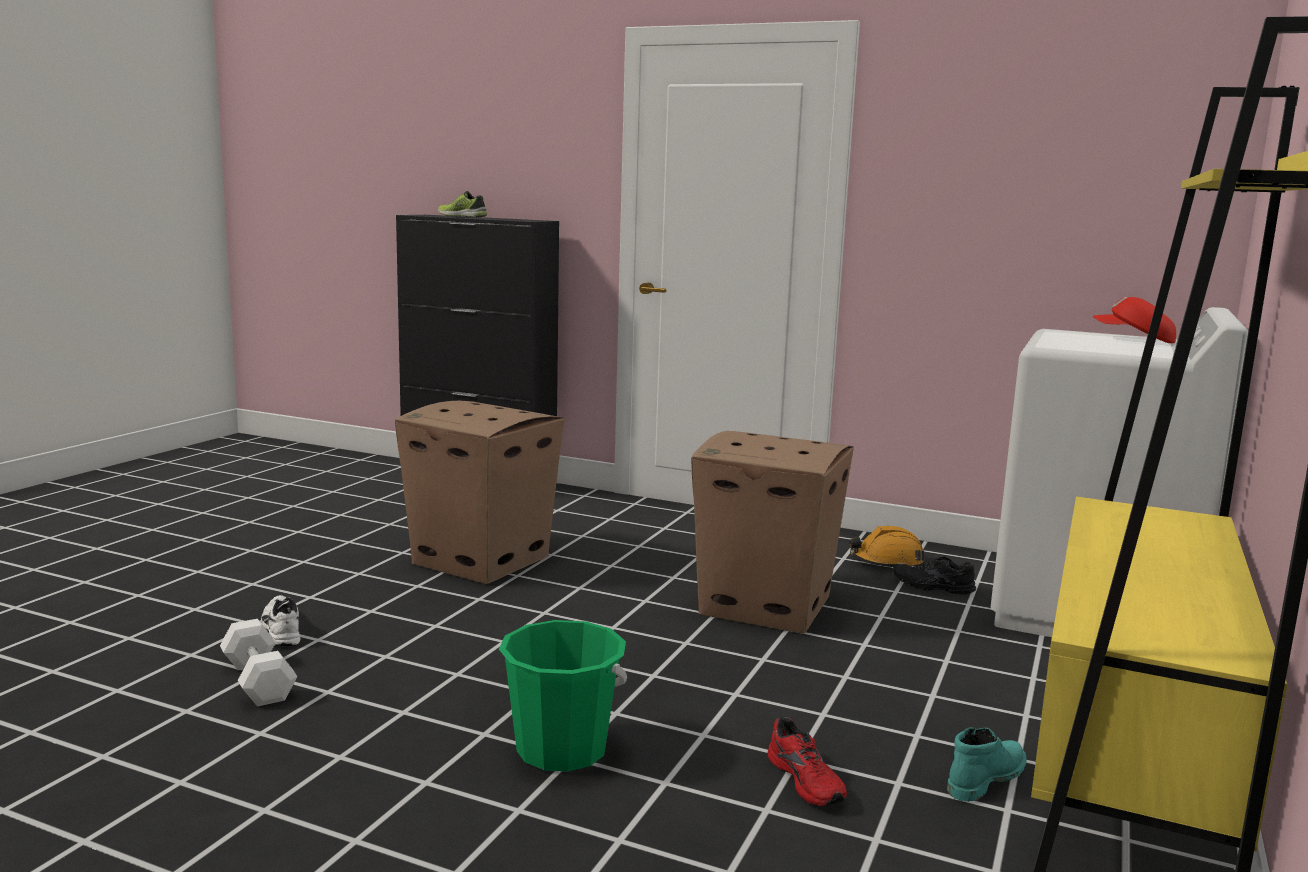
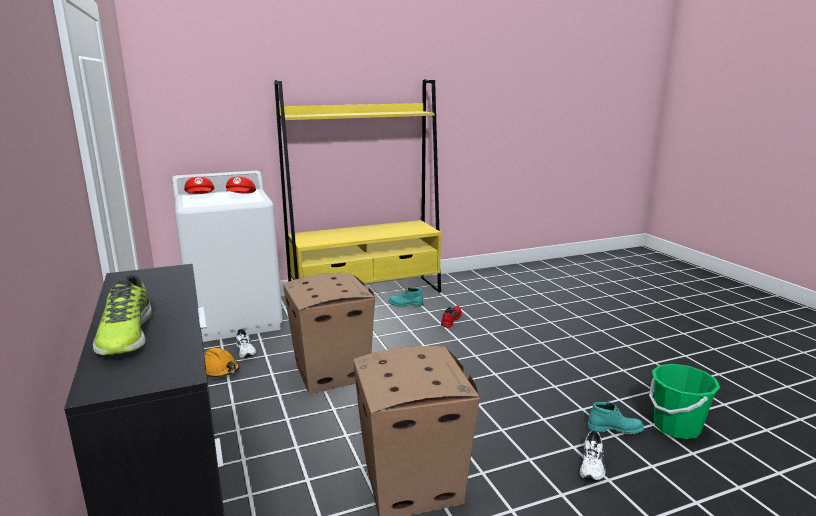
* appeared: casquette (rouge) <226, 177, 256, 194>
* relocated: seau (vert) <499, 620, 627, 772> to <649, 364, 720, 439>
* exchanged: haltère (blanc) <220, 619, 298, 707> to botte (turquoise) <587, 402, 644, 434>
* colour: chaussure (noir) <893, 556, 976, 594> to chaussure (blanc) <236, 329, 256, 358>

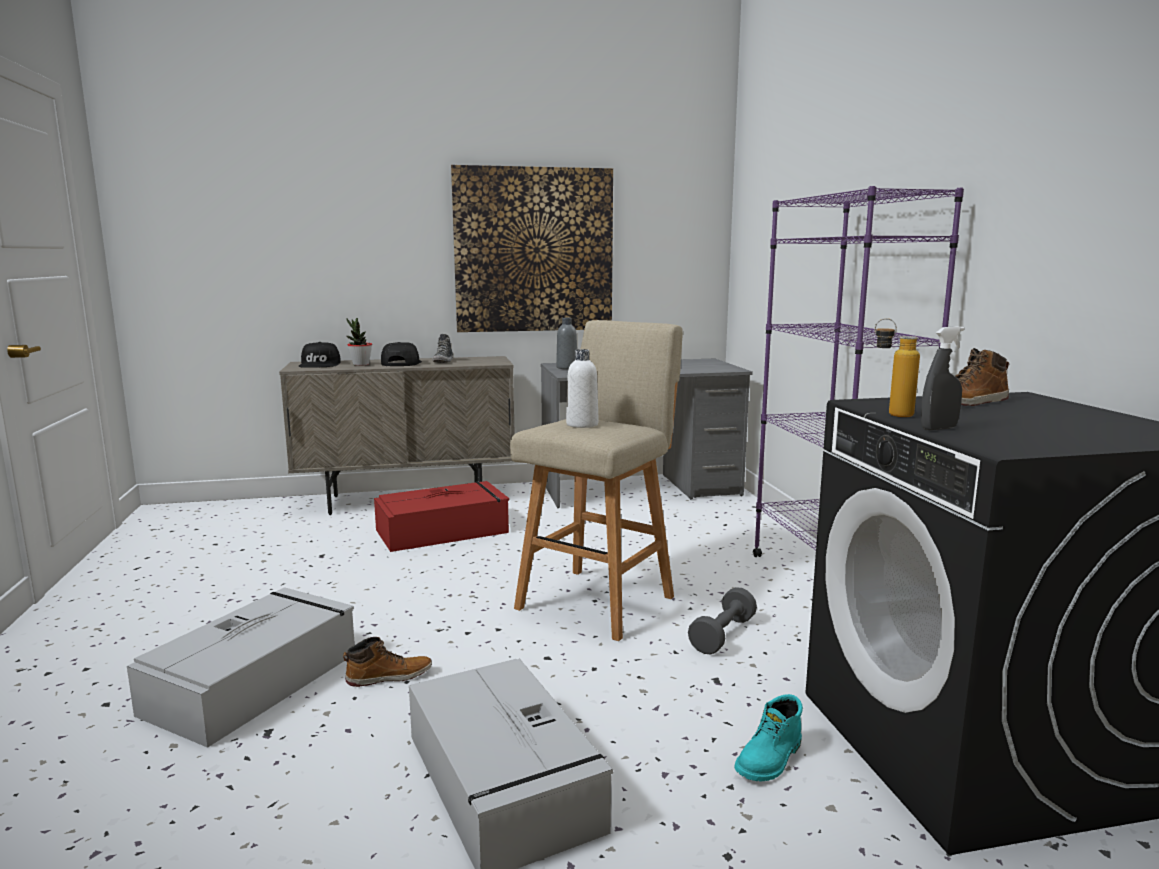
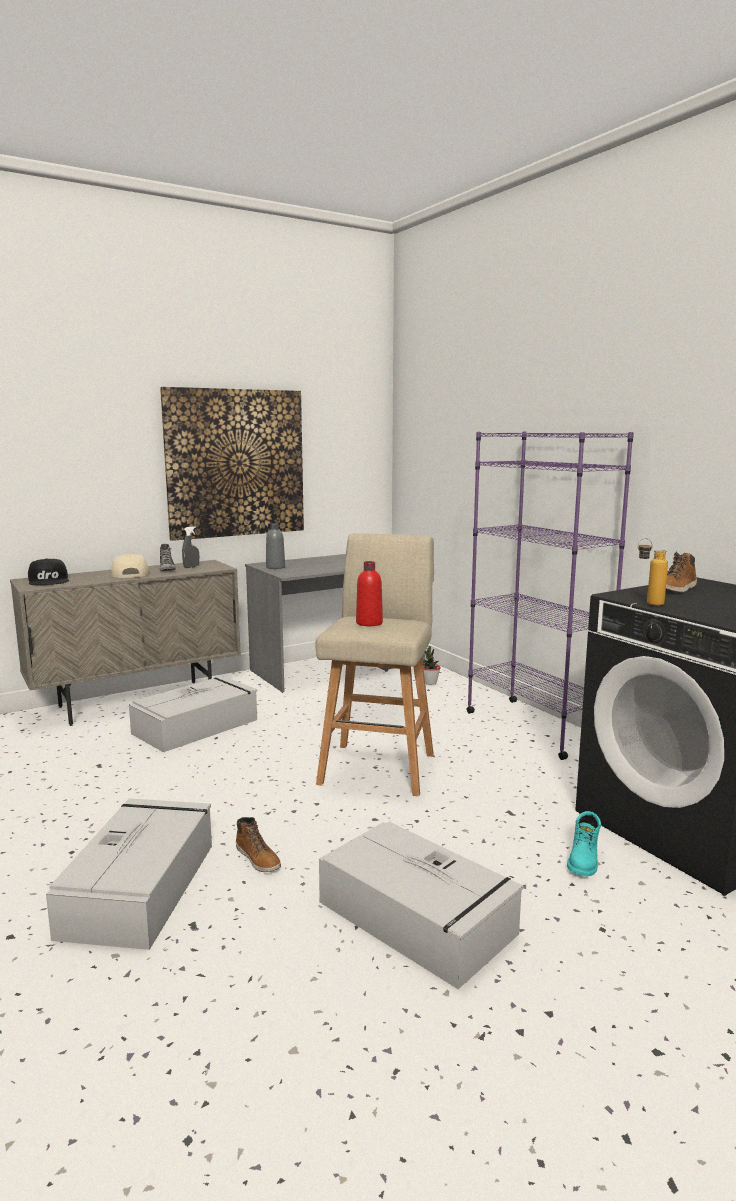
* missing: haltère (gris) <688, 587, 757, 655>
* relocated: plante en pot <346, 318, 372, 366> to <423, 646, 441, 685>
* relocated: vaporisateur (gris) <921, 326, 965, 430> to <182, 526, 199, 568>
* colour: boîte de rangement (rouge) <374, 481, 509, 552> to boîte de rangement (gris) <129, 676, 257, 752>
* colour: casquette (noir) <381, 342, 422, 366> to casquette (beige) <111, 554, 148, 578>
* colour: bouteille (blanc) <566, 349, 598, 428> to bouteille (rouge) <356, 561, 383, 626>
* spun: botte <343, 637, 432, 687> = <236, 817, 281, 872> 90 degrees clockwise

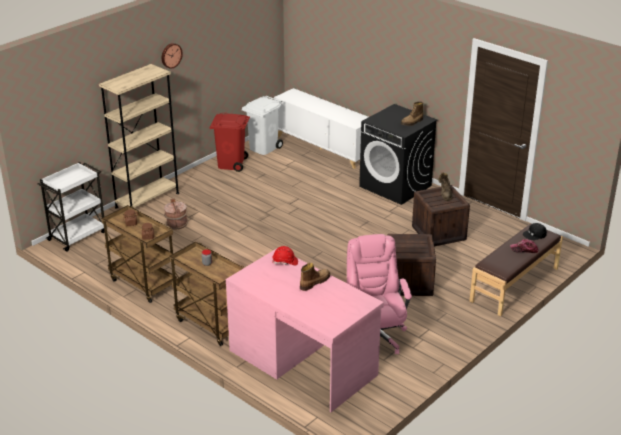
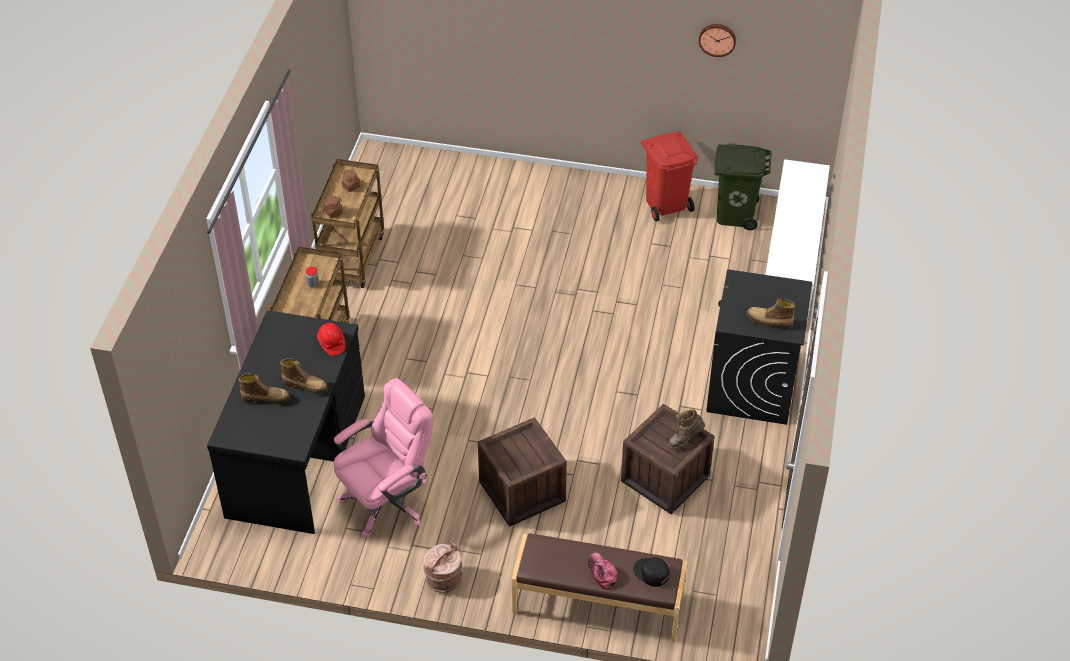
* missing: chariot (blanc) <38, 162, 105, 252>
* missing: bibliothèque (beige) <99, 64, 179, 209>
* appeared: botte <239, 373, 291, 405>
* relocated: horloge murale <162, 43, 183, 69> to <699, 24, 736, 57>
* relocated: seau (marron) <164, 198, 188, 230> to <423, 543, 462, 593>
* colour: bureau (rose) <226, 249, 384, 412> to bureau (noir) <207, 310, 365, 534>
* colour: poubelle (blanc) <242, 96, 283, 155> to poubelle (vert) <714, 144, 772, 230>

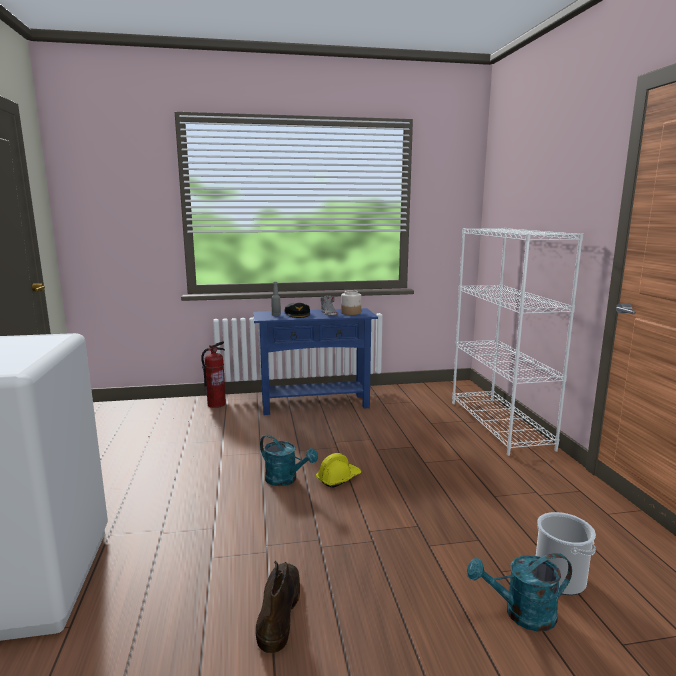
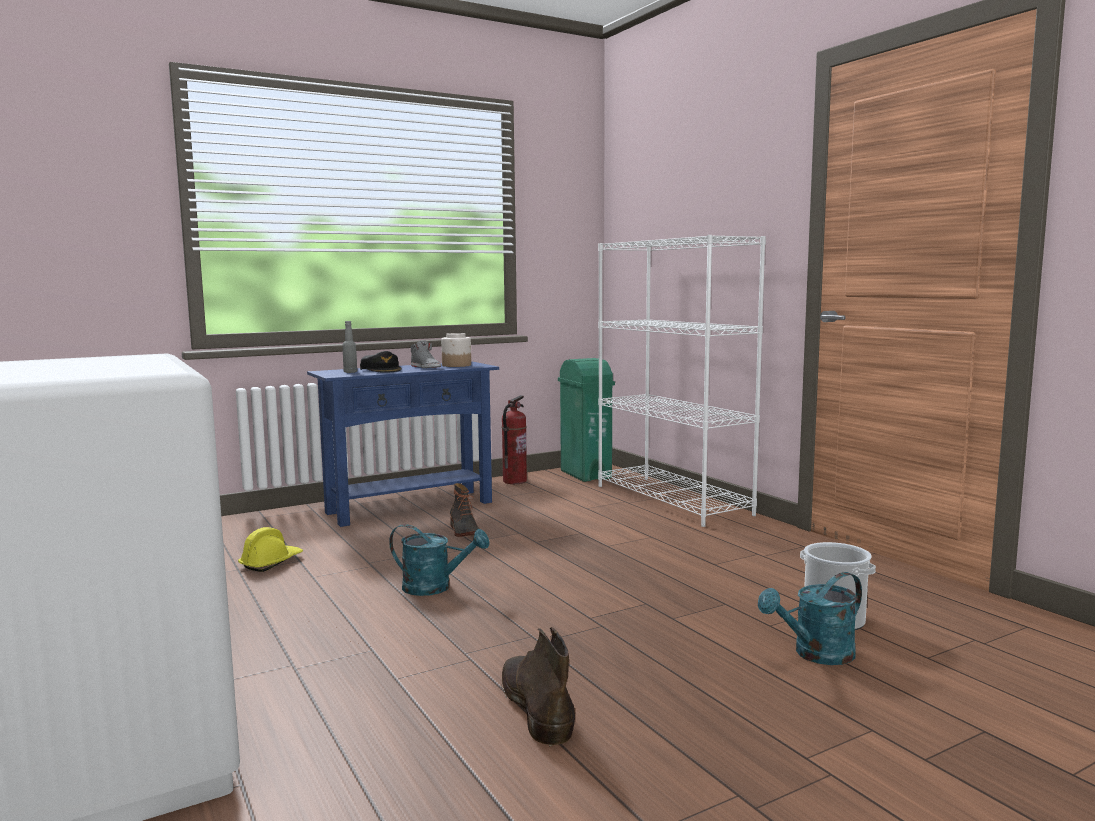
* appeared: botte <450, 483, 479, 537>
* appeared: poubelle (vert) <558, 358, 615, 482>
* relocated: extincteur <201, 341, 226, 408> to <502, 395, 527, 484>
* relocated: casque de chantier (jaune) <316, 453, 361, 488> to <238, 527, 303, 572>

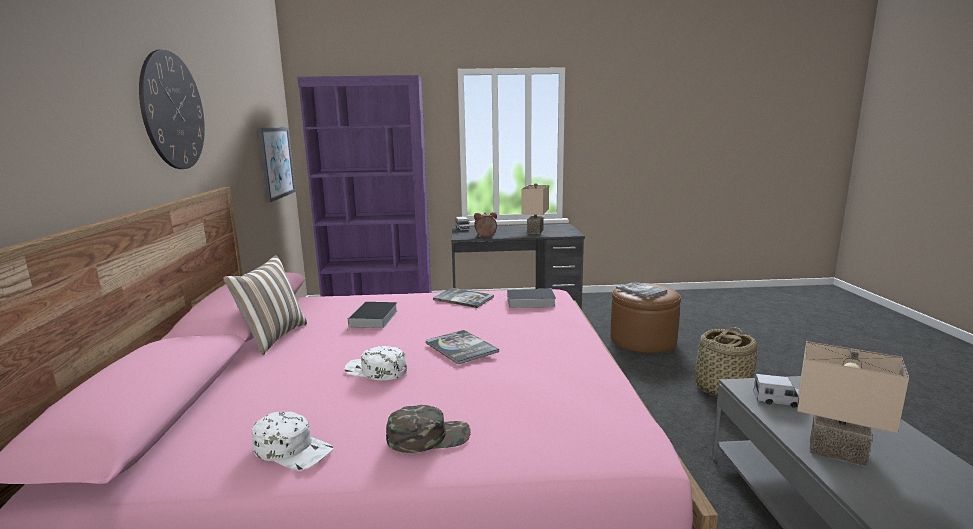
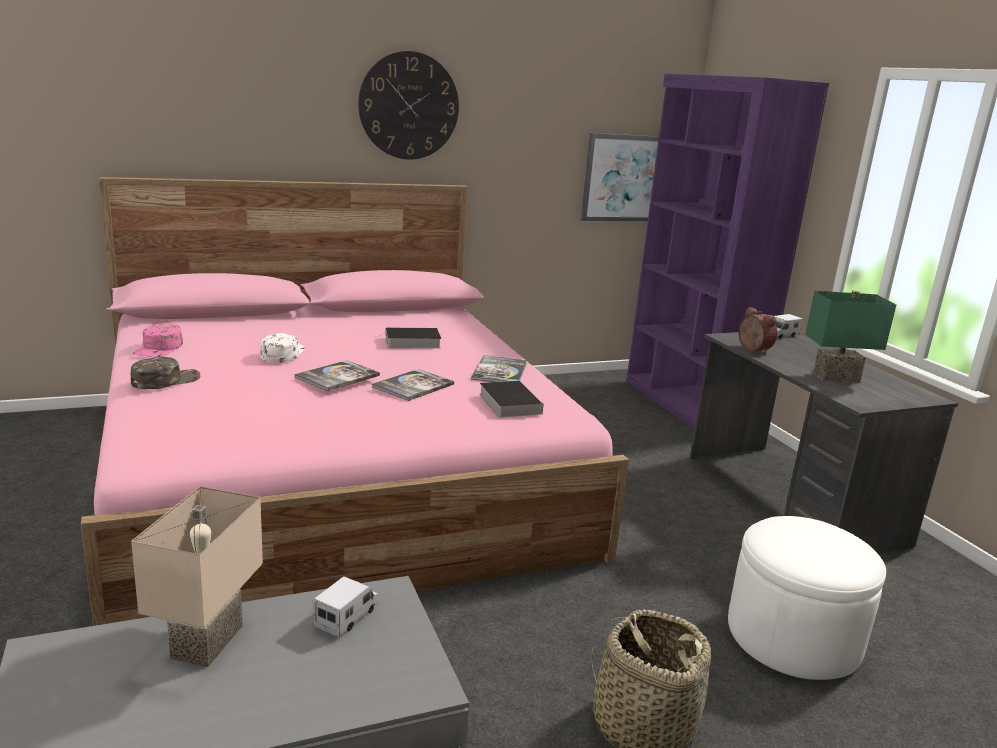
* missing: coussin <223, 255, 307, 355>
* relocated: livre <616, 282, 667, 298> to <372, 369, 454, 401>
* colour: casquette (blanc) <252, 412, 333, 470> to casquette (rose) <132, 323, 183, 357>
* colour: lampe de table (beige) <521, 184, 549, 234> to lampe de table (vert) <805, 291, 896, 383>
* colour: pouf (marron) <611, 283, 681, 353> to pouf (blanc) <728, 516, 886, 680>
* spun: casquette (vert) <386, 405, 471, 453> = <131, 357, 200, 389> 105 degrees counterclockwise
* spun: camion jouet <753, 374, 799, 408> = <313, 576, 379, 637> 150 degrees counterclockwise

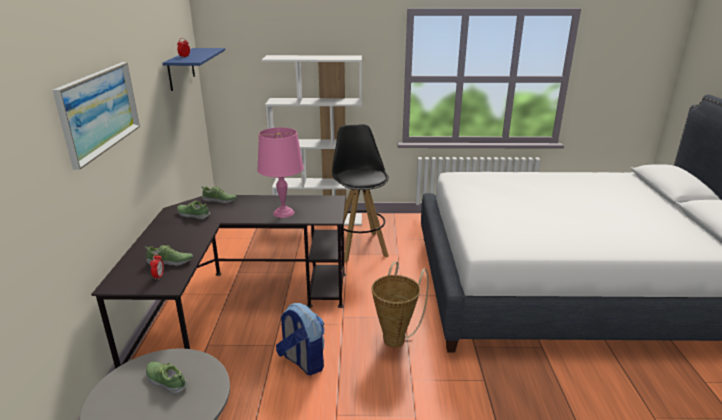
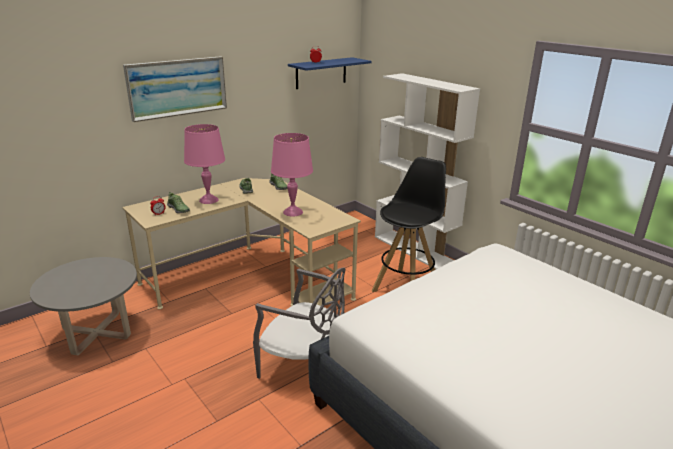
* missing: chaussure <146, 361, 188, 395>
* missing: sac à dos <276, 303, 324, 375>
* appeared: lampe de table (rose) <184, 124, 225, 204>
* exchanged: panier <371, 261, 429, 348> to chaise (gris) <253, 267, 345, 379>
* colour: bureau (noir) <91, 195, 346, 369> to bureau (beige) <122, 178, 361, 309>

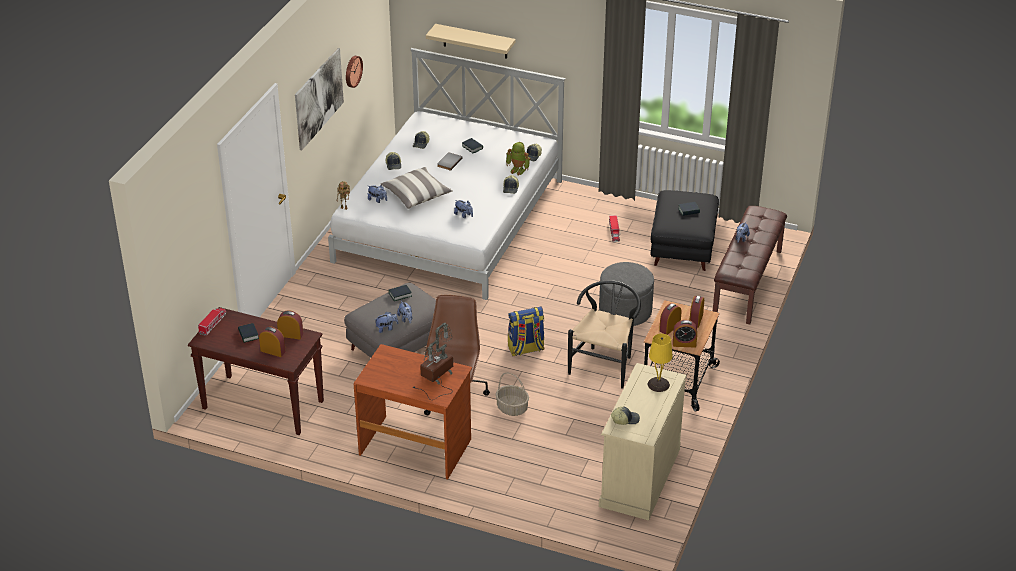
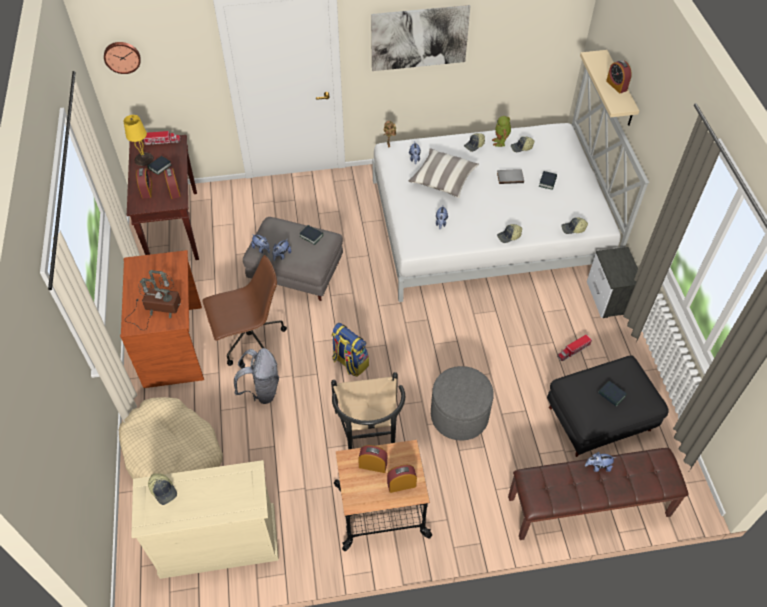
* appeared: panier pour chien (beige) <119, 397, 223, 479>
* appeared: table de chevet <587, 247, 638, 318>
* relocated: horloge murale <346, 56, 363, 88> to <104, 42, 141, 74>
* relocated: robot jouet <506, 142, 531, 176> to <492, 116, 511, 147>
* relocated: lampe de table (jaune) <648, 334, 673, 392> to <124, 115, 154, 166>
* relocated: réveil <673, 320, 697, 348> to <606, 60, 632, 94>
* exchanged: panier <496, 373, 529, 416> to sac à dos (gris) <234, 348, 279, 404>
* spun: chaise (noir) <568, 280, 641, 389> = <331, 372, 405, 449> 90 degrees clockwise

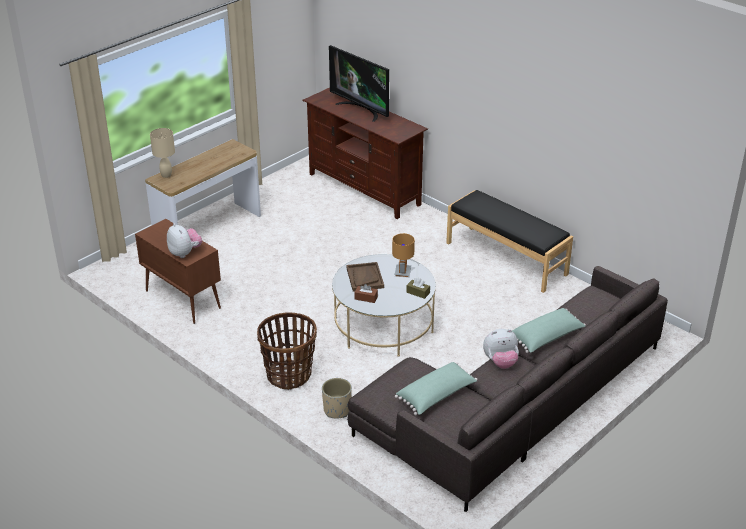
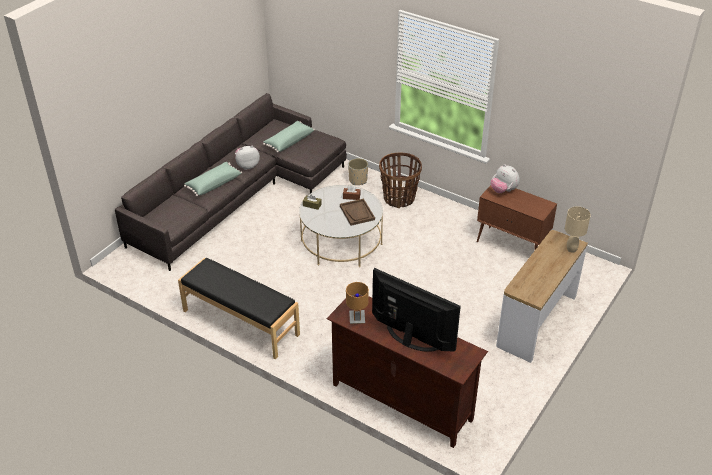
* relocated: lampe de table (marron) <392, 233, 415, 277> to <346, 282, 369, 324>

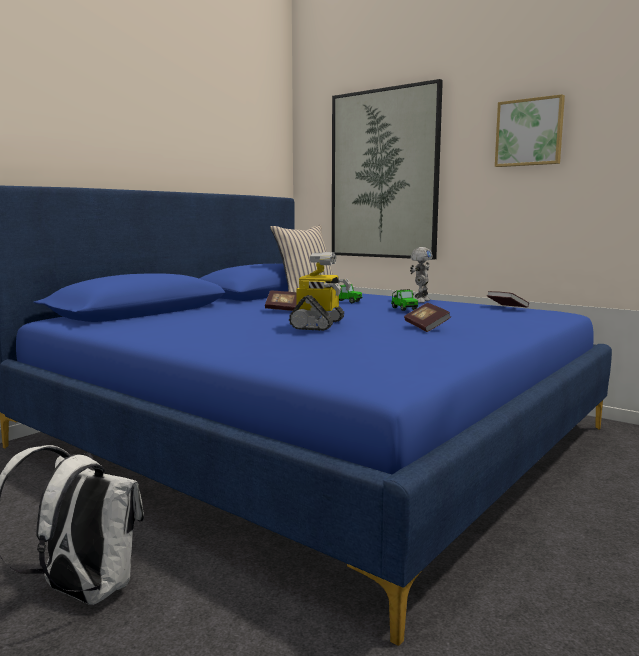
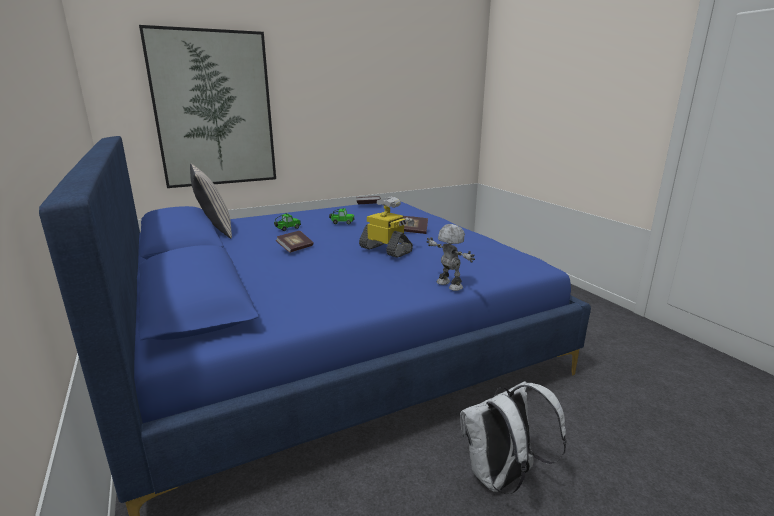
* missing: tableau <495, 94, 565, 167>
* relocated: robot jouet <410, 247, 433, 303> to <427, 224, 475, 291>

